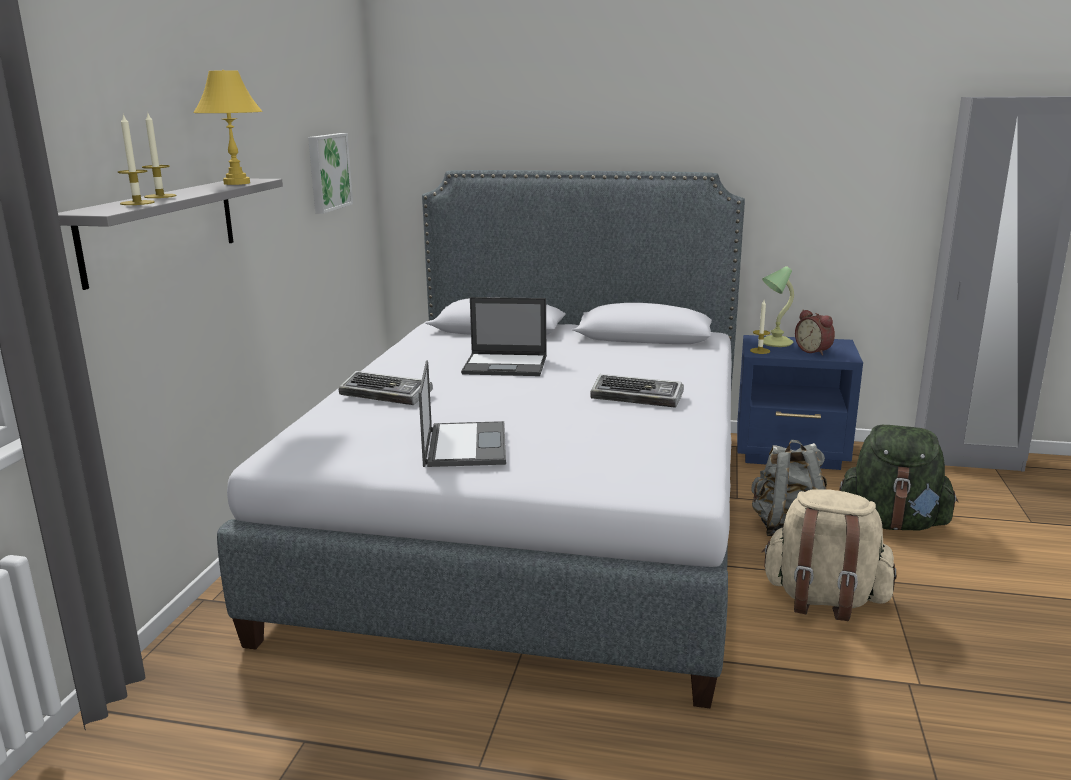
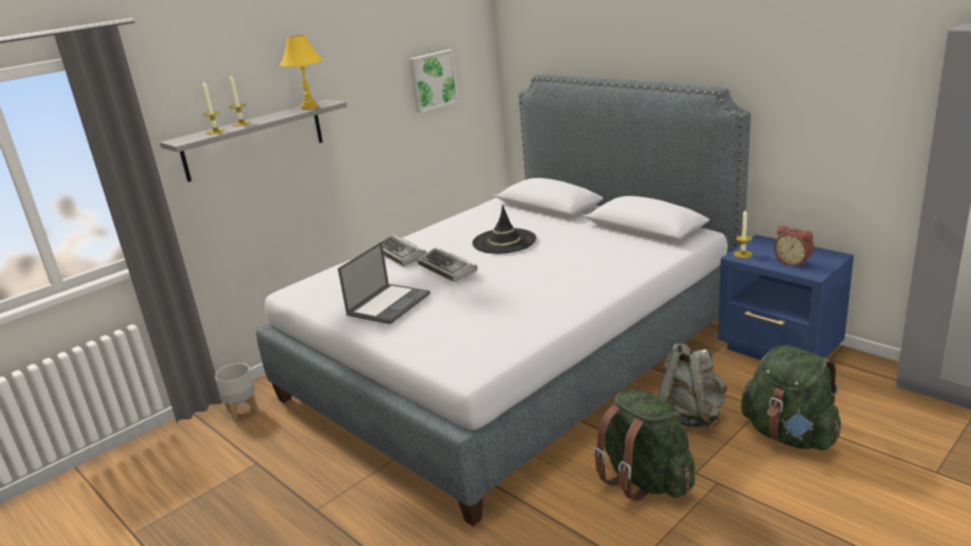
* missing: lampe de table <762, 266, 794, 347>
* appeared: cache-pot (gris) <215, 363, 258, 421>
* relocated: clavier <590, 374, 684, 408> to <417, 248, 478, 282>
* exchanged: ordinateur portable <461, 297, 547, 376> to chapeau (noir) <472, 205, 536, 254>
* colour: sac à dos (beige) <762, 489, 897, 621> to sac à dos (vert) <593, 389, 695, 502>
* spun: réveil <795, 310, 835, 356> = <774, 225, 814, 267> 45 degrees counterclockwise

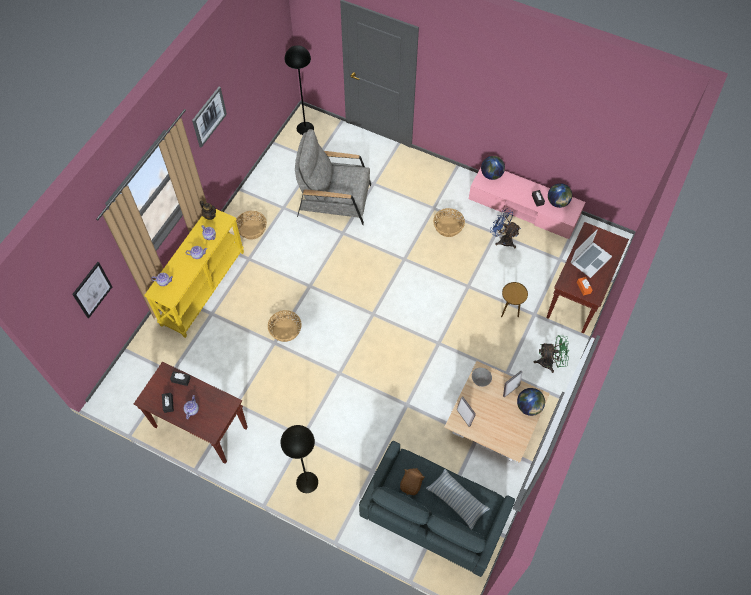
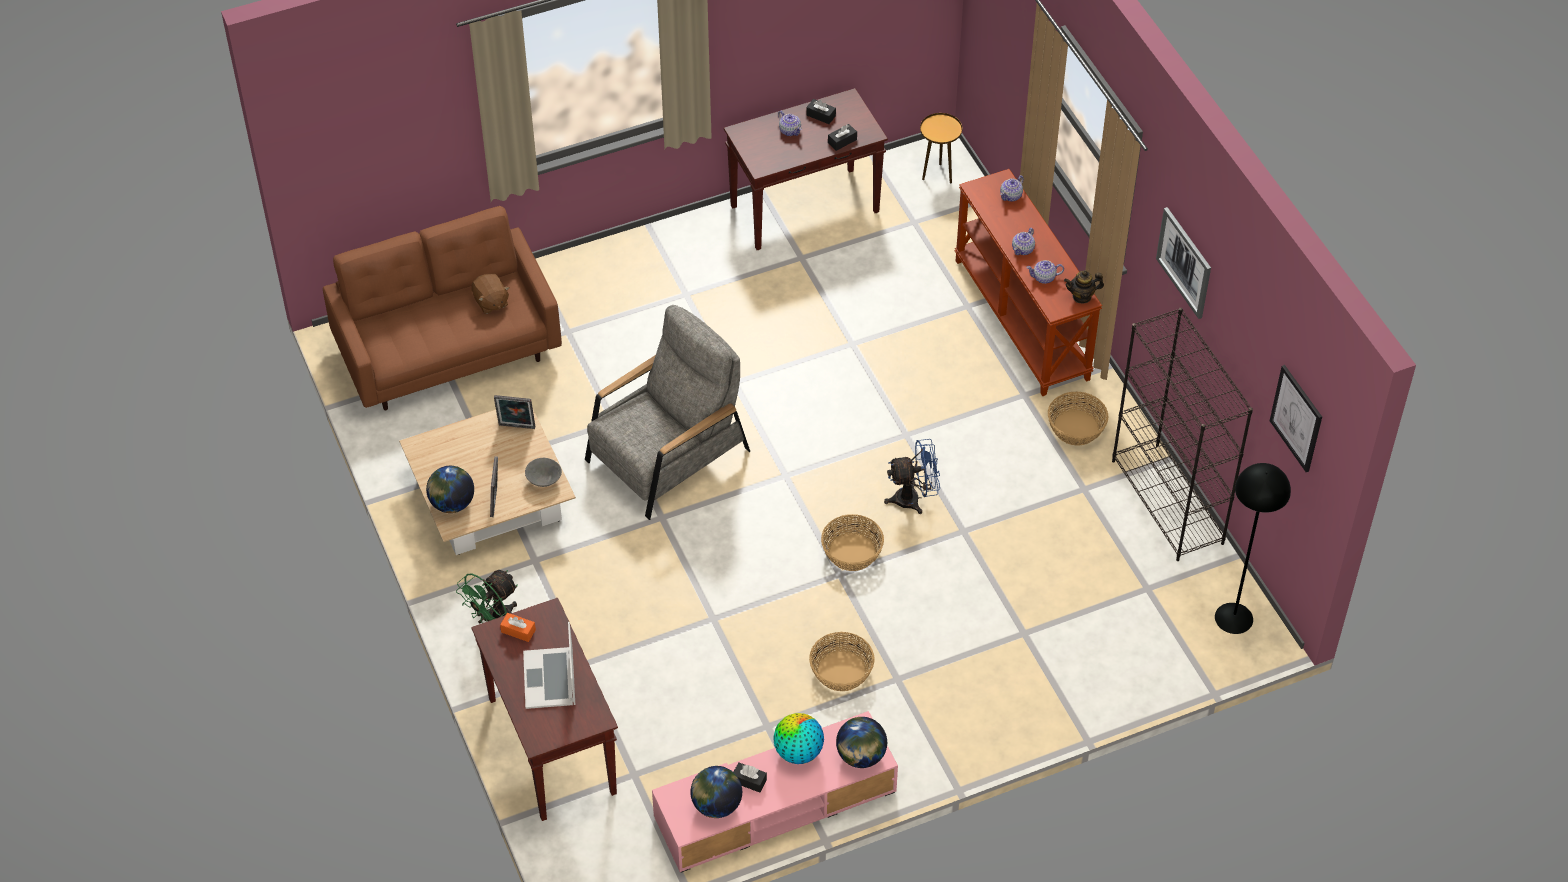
* missing: lampadaire (noir) <281, 425, 318, 493>
* missing: coussin <426, 469, 490, 530>
* appeared: globe <773, 713, 824, 764>
* appeared: bibliothèque (noir) <1112, 308, 1253, 561>
* relocated: tableau <72, 262, 112, 318> to <1270, 365, 1322, 472>
* relocated: panier <268, 310, 301, 342> to <821, 514, 884, 571>
* relocated: fauteuil (gris) <295, 129, 371, 225> to <585, 305, 750, 520>
* relocated: ventilateur (bleu) <490, 209, 521, 248> to <884, 439, 940, 514>
* relocated: table d'appoint (marron) <501, 282, 528, 317> to <920, 113, 962, 183>
* colour: table console (jaune) <144, 209, 244, 338> to table console (marron) <955, 169, 1102, 396>
* colour: canapé (gris) <359, 441, 515, 577> to canapé (marron) <323, 206, 562, 410>

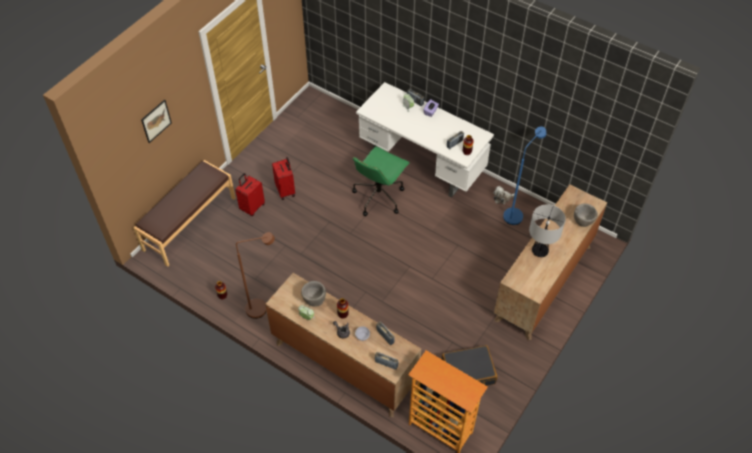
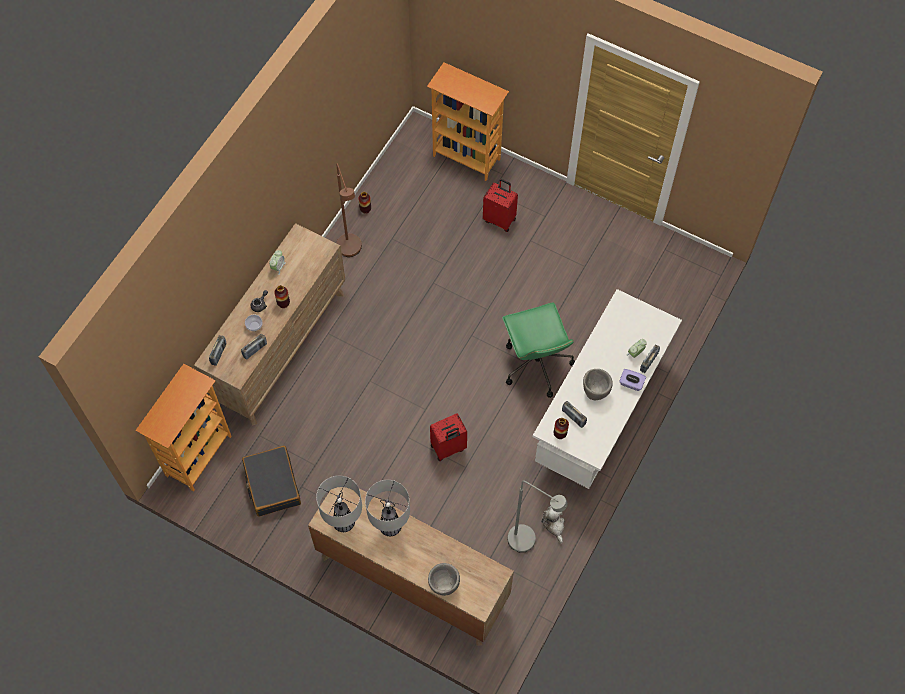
* missing: tableau <141, 100, 172, 143>
* appeared: lampe de table <316, 476, 362, 532>
* relocated: valise (rouge) <272, 157, 295, 200> to <430, 413, 467, 461>
* relocated: bol (gris) <301, 281, 326, 307> to <583, 369, 613, 400>
* exchanged: banc (marron) <133, 160, 236, 267> to bibliothèque <427, 62, 509, 181>
* colour: lampadaire (bleu) <503, 126, 547, 225> to lampadaire (gris) <508, 480, 568, 553>
* spun: chaise de bureau (vert) <352, 146, 410, 216> = <502, 302, 575, 398> 135 degrees counterclockwise

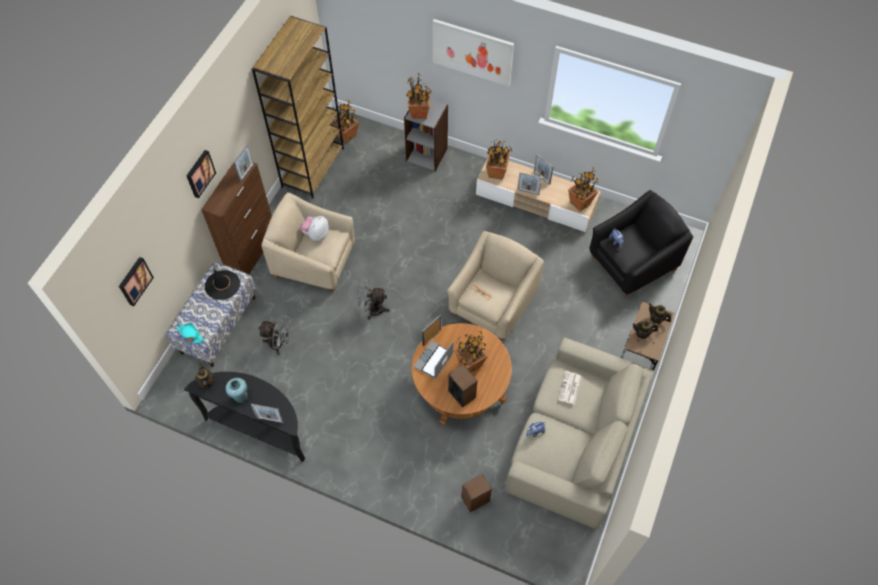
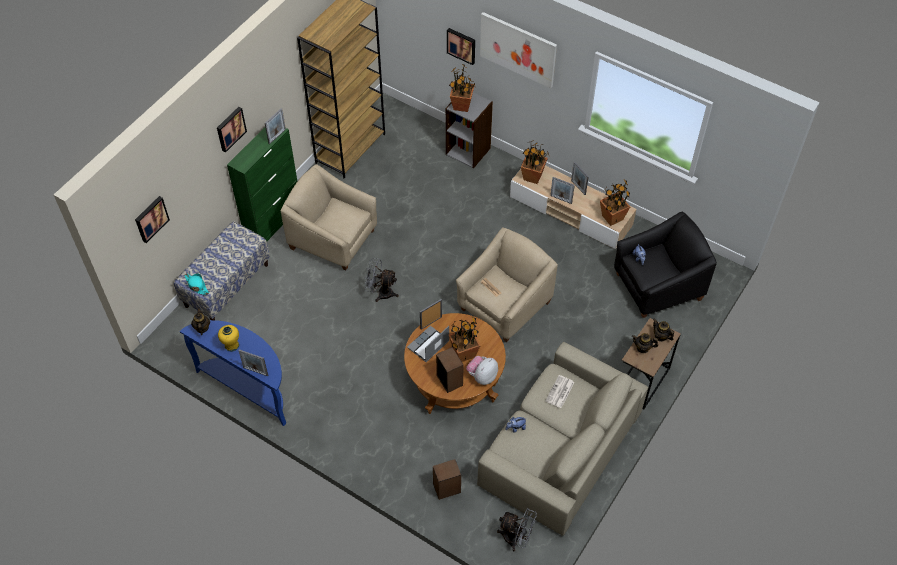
* missing: chapeau (noir) <205, 268, 240, 300>
* missing: plante en pot <331, 99, 359, 143>
* appeared: tableau <447, 28, 475, 65>
* relocated: ventilateur (gris) <259, 315, 292, 355> to <497, 508, 537, 551>
* relocated: peluche <300, 216, 329, 241> to <466, 356, 498, 385>
* colour: table console (noir) <184, 372, 305, 462> to table console (bleu) <180, 320, 286, 426>
* colour: meuble de rangement (marron) <201, 163, 272, 274> to meuble de rangement (vert) <227, 127, 297, 241>
* colour: vase (turquoise) <226, 378, 248, 403> to vase (jaune) <218, 325, 239, 352>

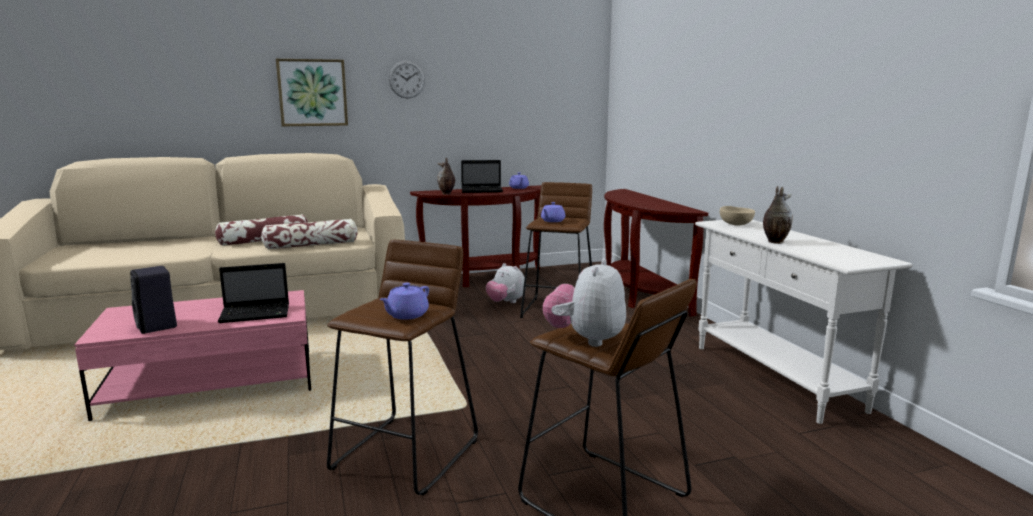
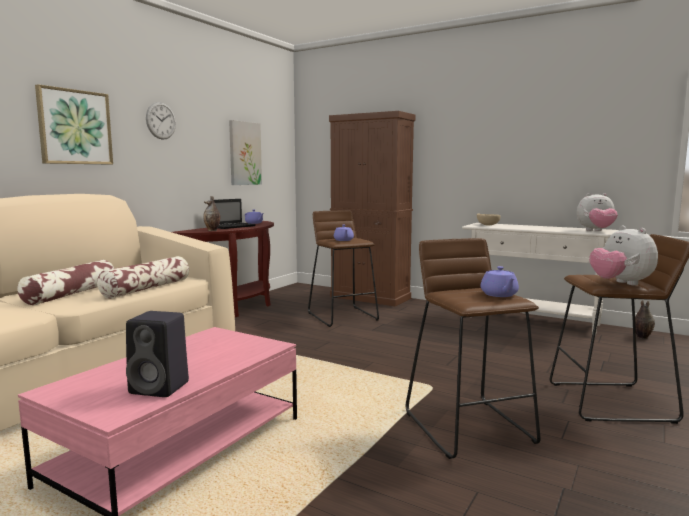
* missing: ordinateur portable <218, 263, 289, 323>
* appeared: tableau <229, 120, 262, 185>
* relocated: peluche <486, 263, 526, 303> to <577, 193, 618, 231>
* relocated: vase <763, 186, 793, 244> to <635, 300, 655, 339>
* exchanged: table console (marron) <604, 189, 708, 316> to meuble de rangement (marron) <329, 111, 415, 306>

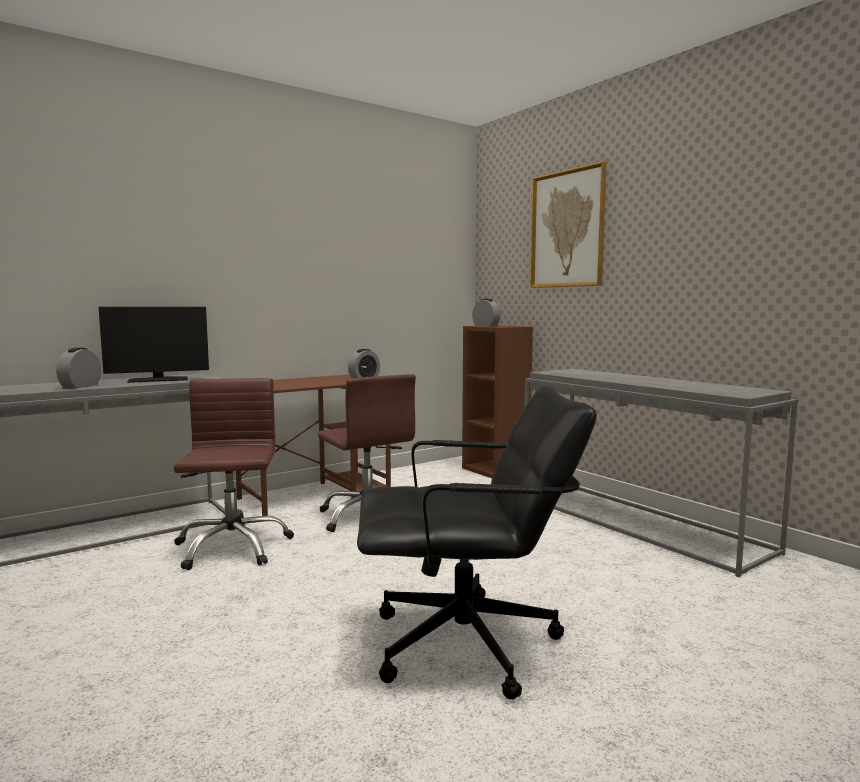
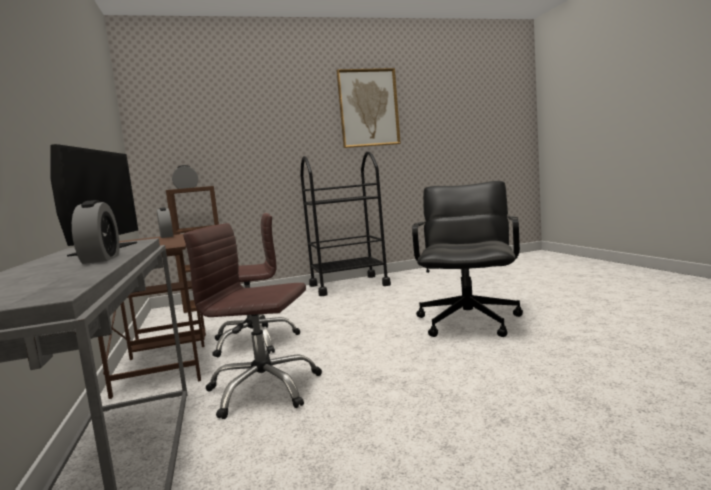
* relocated: tableau <530, 161, 607, 288> to <336, 68, 401, 148>
* exchanged: table console (gris) <524, 369, 798, 577> to chariot (noir) <300, 151, 391, 296>
* spun: réveil <56, 347, 101, 389> = <72, 200, 119, 264> 135 degrees counterclockwise

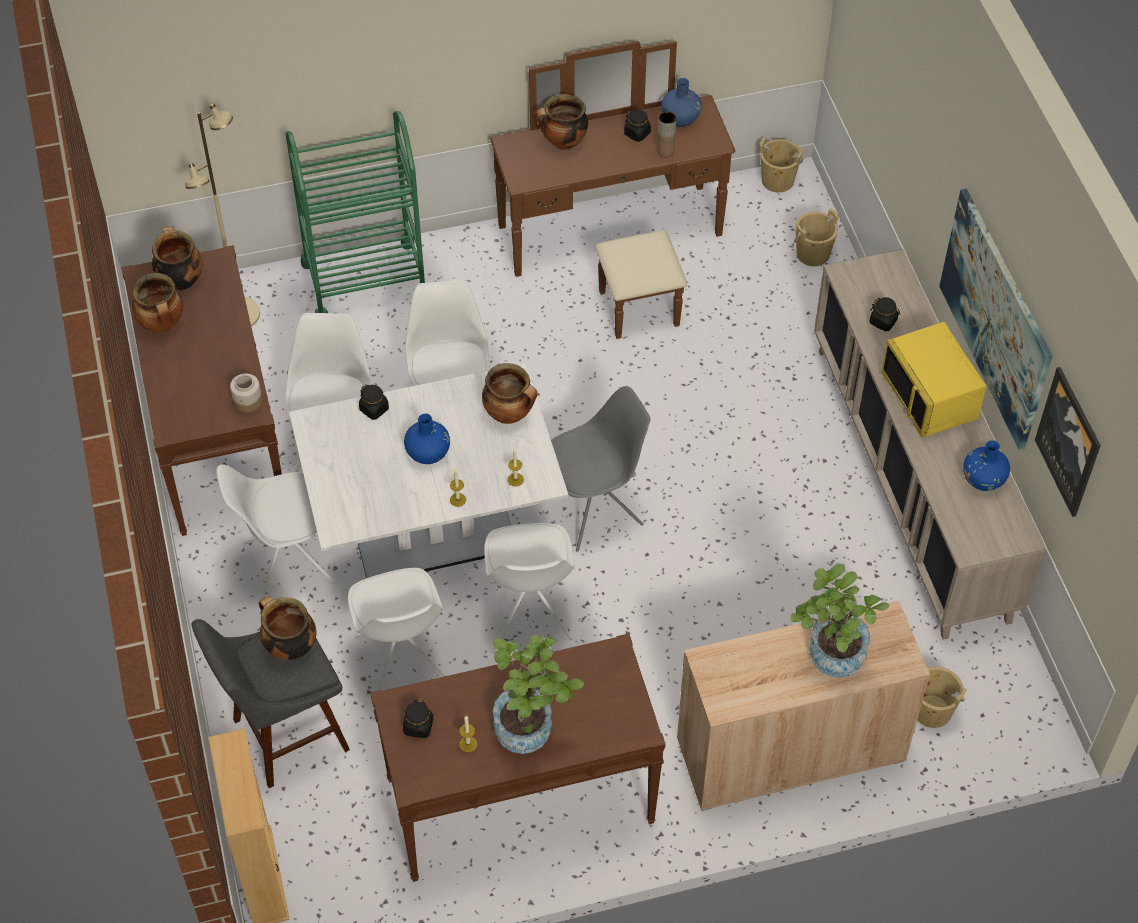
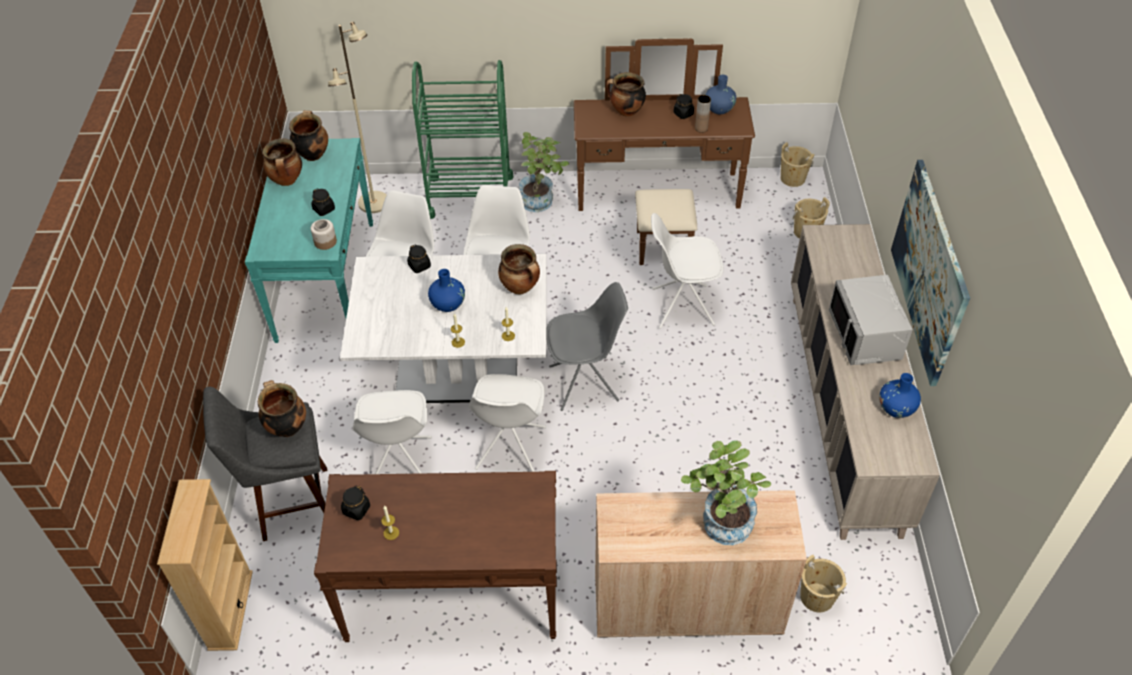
* missing: tableau <1035, 367, 1101, 517>
* relocated: chaise (blanc) <216, 464, 335, 600> to <651, 213, 723, 329>
* relocated: plante en pot <493, 635, 584, 754> to <519, 132, 569, 212>
* relocated: bocal (noir) <869, 297, 900, 331> to <311, 188, 335, 216>
* colour: table console (marron) <121, 245, 282, 536> to table console (turquoise) <245, 138, 373, 343>
* colour: micro-ondes (jaune) <881, 322, 987, 438> to micro-ondes (gris) <829, 275, 913, 365>

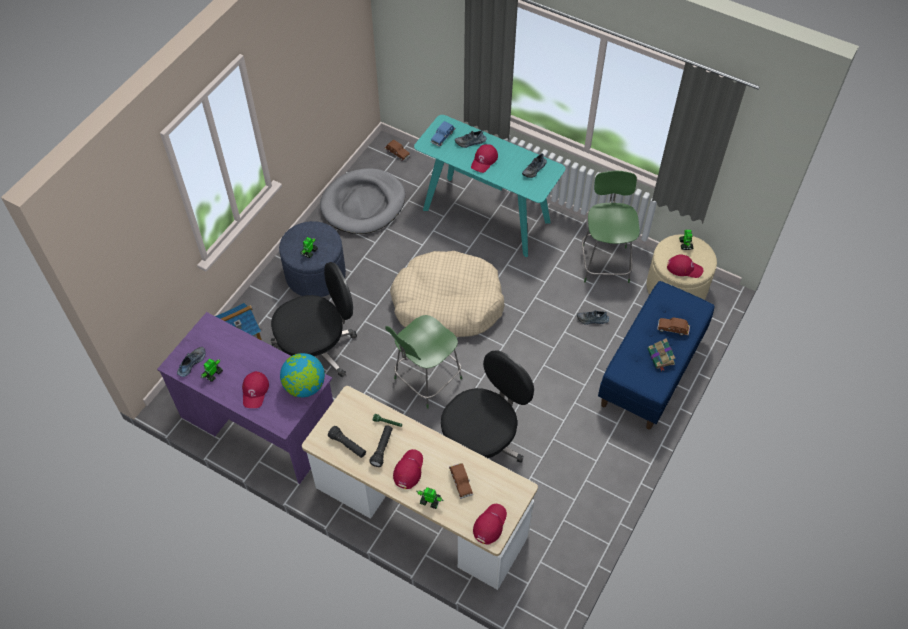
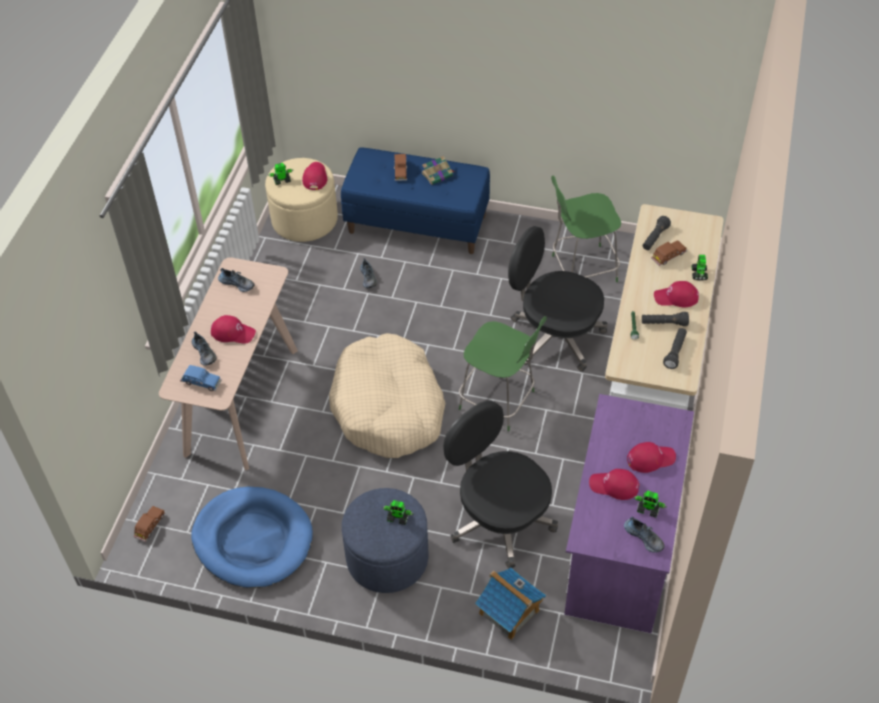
* missing: globe <280, 353, 325, 397>
* appeared: lampe de poche (noir) <643, 216, 671, 250>
* relocated: casquette (rouge) <473, 504, 507, 544> to <589, 469, 639, 500>
* relocated: chaise (vert) <582, 171, 640, 283> to <551, 176, 621, 282>
* colour: panier pour chien (gris) <320, 168, 405, 234> to panier pour chien (bleu) <191, 487, 313, 588>
* colour: table console (turquoise) <414, 115, 565, 257> to table console (beige) <159, 257, 298, 470>
* spun: chaussure <177, 347, 206, 377> = <624, 517, 665, 553> 150 degrees counterclockwise

